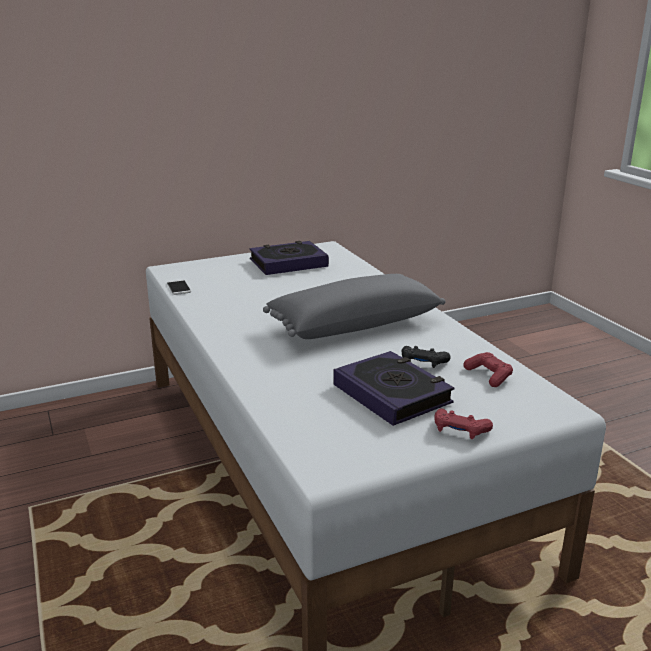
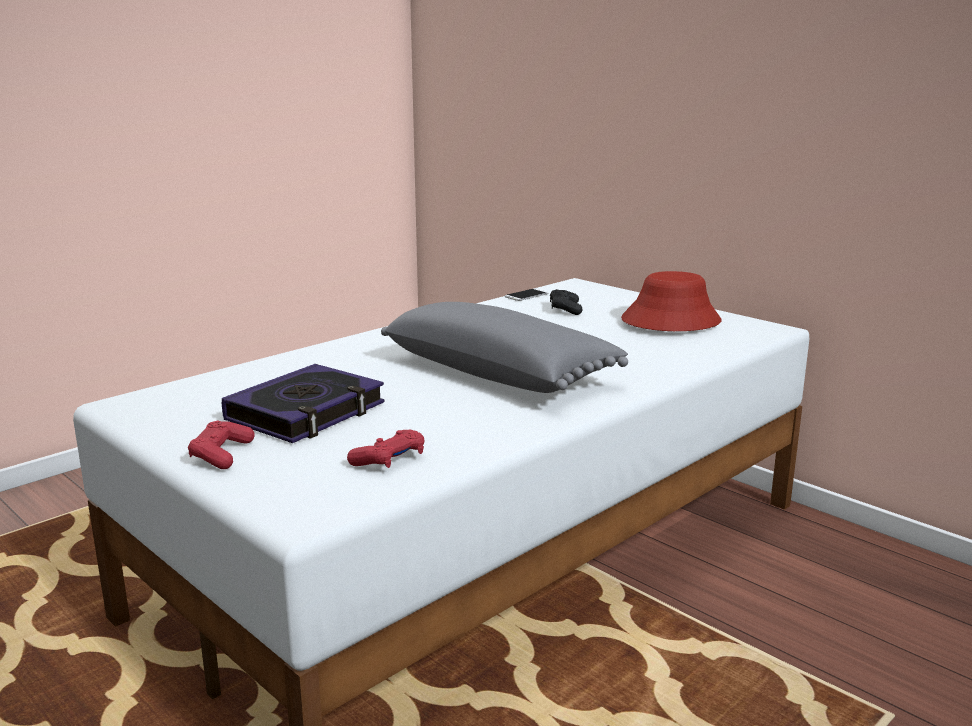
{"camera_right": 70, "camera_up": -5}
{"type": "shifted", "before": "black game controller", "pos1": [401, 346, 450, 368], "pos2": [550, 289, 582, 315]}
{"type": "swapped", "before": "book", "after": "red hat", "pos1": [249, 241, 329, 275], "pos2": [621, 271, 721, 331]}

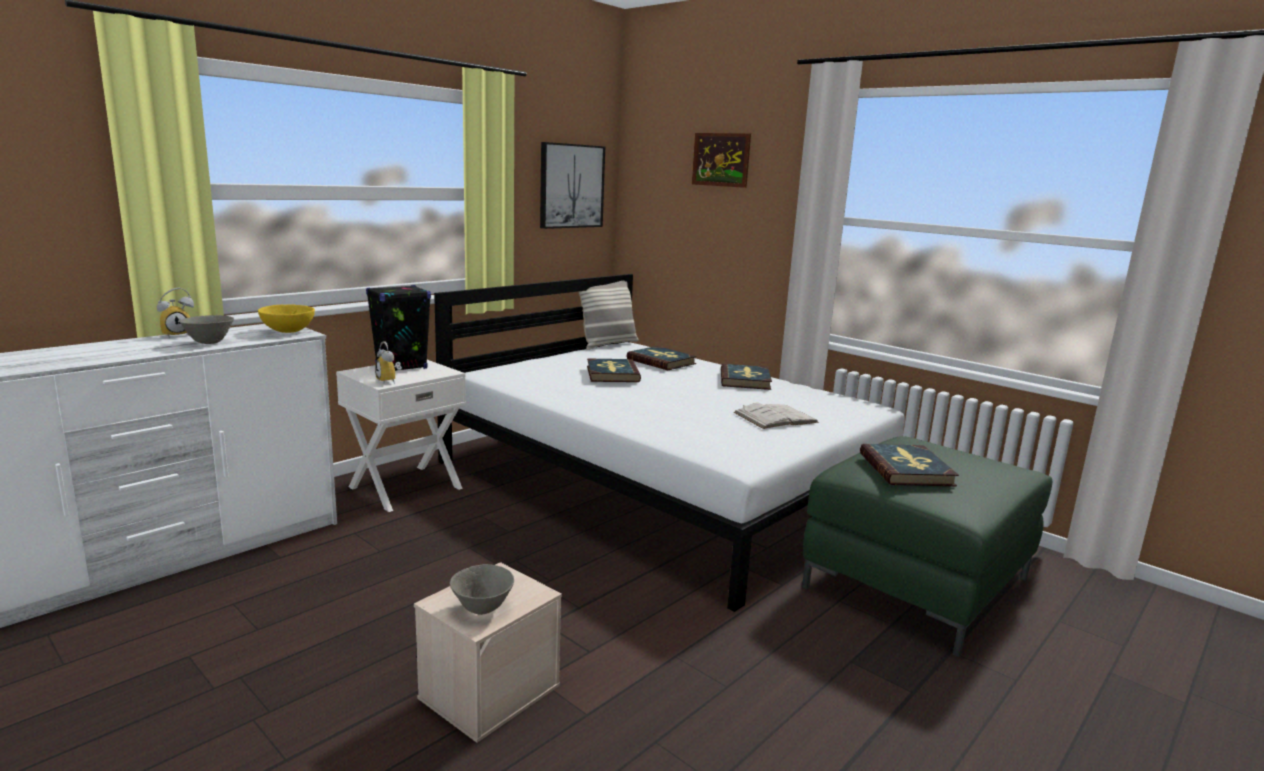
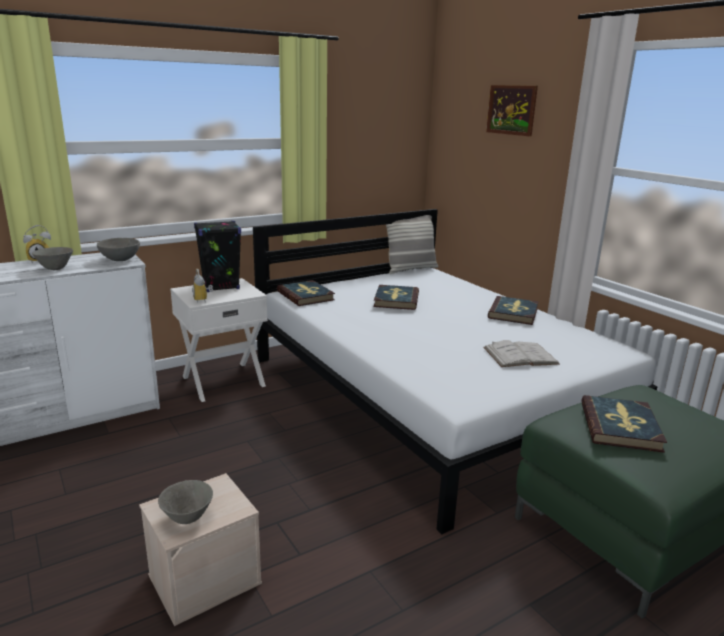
{"camera_right": 15, "camera_up": 5}
{"type": "gone", "before": "picture", "pos1": [540, 142, 605, 229]}
{"type": "shifted", "before": "book", "pos1": [627, 346, 697, 370], "pos2": [277, 280, 335, 306]}
{"type": "repainted", "before": "yellow bowl", "after": "grey bowl", "pos1": [258, 305, 315, 333], "pos2": [97, 238, 140, 261]}

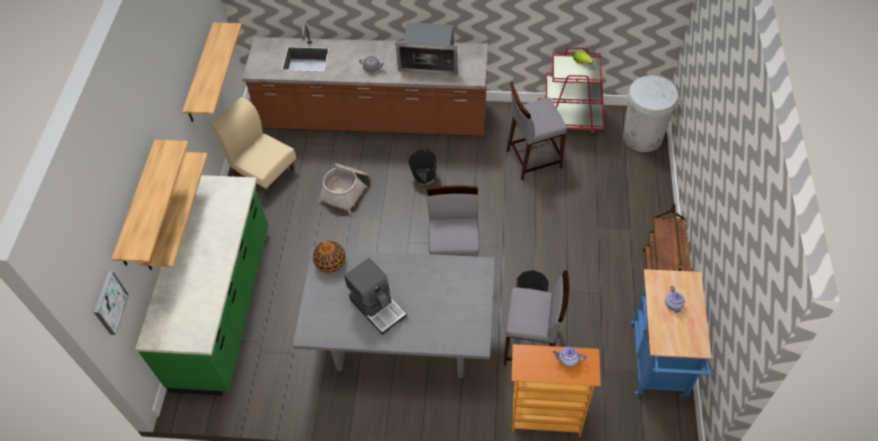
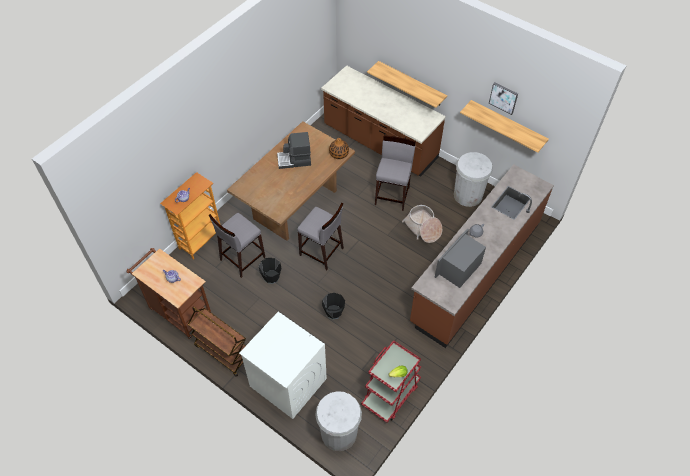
{"camera_right": 120, "camera_up": 0}
{"type": "gone", "before": "shelf", "pos1": [112, 140, 188, 266]}
{"type": "new", "after": "white washing machine", "pos2": [239, 312, 327, 419]}
{"type": "shifted", "before": "picture", "pos1": [94, 271, 129, 335], "pos2": [489, 82, 518, 115]}
{"type": "shifted", "before": "black bucket", "pos1": [408, 149, 438, 185], "pos2": [322, 293, 345, 319]}
{"type": "shifted", "before": "grey stool", "pos1": [507, 82, 567, 180], "pos2": [375, 135, 416, 211]}
{"type": "swapped", "before": "beige chair", "after": "white trash can", "pos1": [212, 97, 296, 196], "pos2": [454, 152, 493, 207]}
{"type": "repainted", "before": "green counter", "after": "brown counter", "pos1": [135, 175, 268, 396], "pos2": [321, 65, 446, 177]}
{"type": "repainted", "before": "grey dining table", "after": "brown dining table", "pos1": [293, 249, 495, 378], "pos2": [227, 121, 355, 241]}
{"type": "repainted", "before": "blue cart", "after": "brown cart", "pos1": [630, 269, 712, 400], "pos2": [127, 248, 211, 339]}

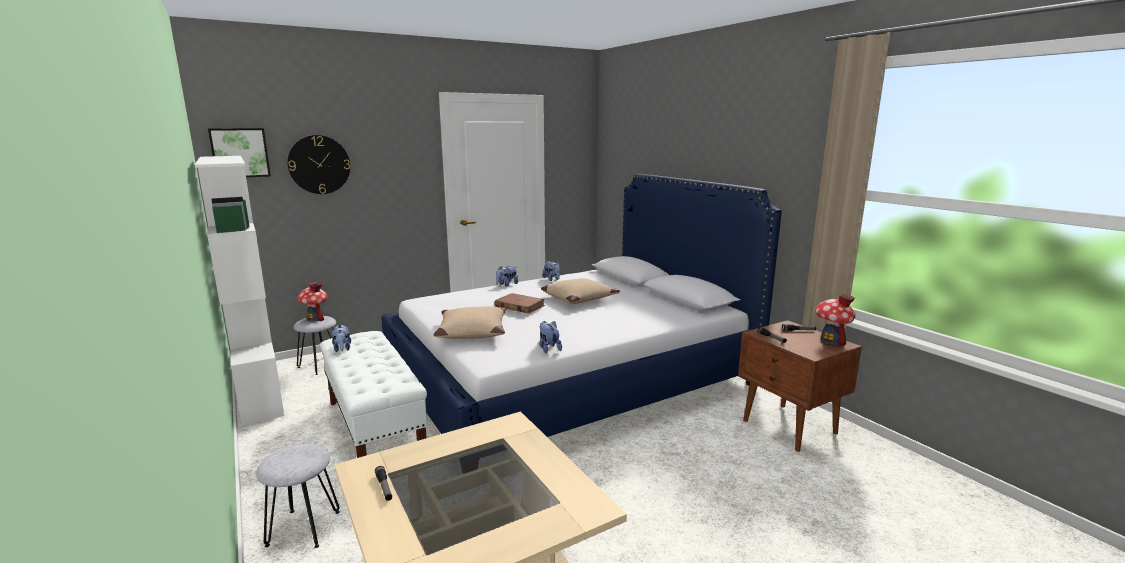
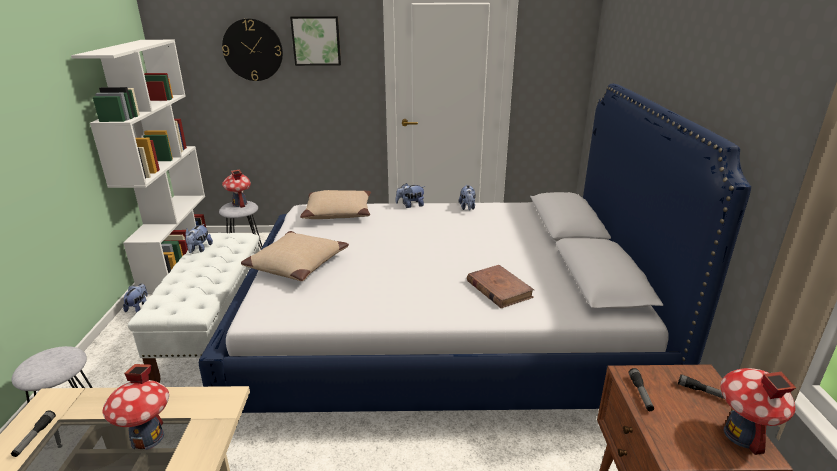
{"camera_right": 30, "camera_up": 10}
{"type": "new", "after": "toy house", "pos2": [102, 364, 169, 450]}
{"type": "shifted", "before": "picture", "pos1": [208, 128, 271, 178], "pos2": [290, 16, 341, 66]}
{"type": "shifted", "before": "brown book", "pos1": [494, 293, 545, 314], "pos2": [467, 265, 534, 308]}
{"type": "shifted", "before": "plush toy", "pos1": [539, 321, 562, 353], "pos2": [123, 283, 148, 313]}
{"type": "shifted", "before": "beige pillow", "pos1": [541, 278, 620, 304], "pos2": [300, 190, 371, 219]}

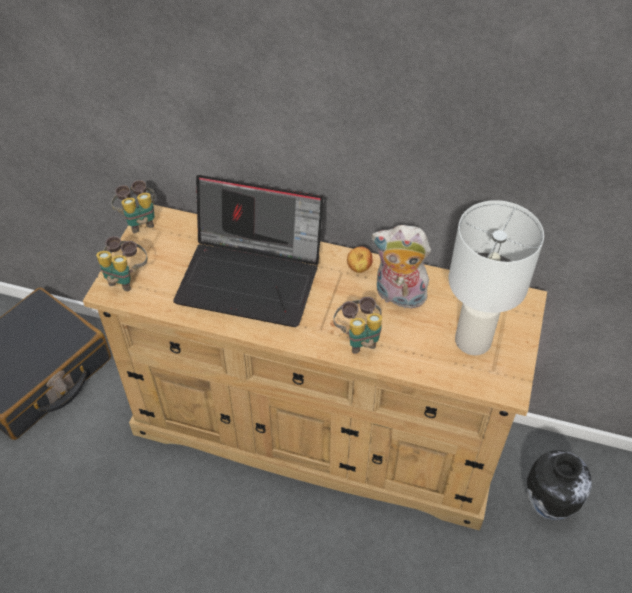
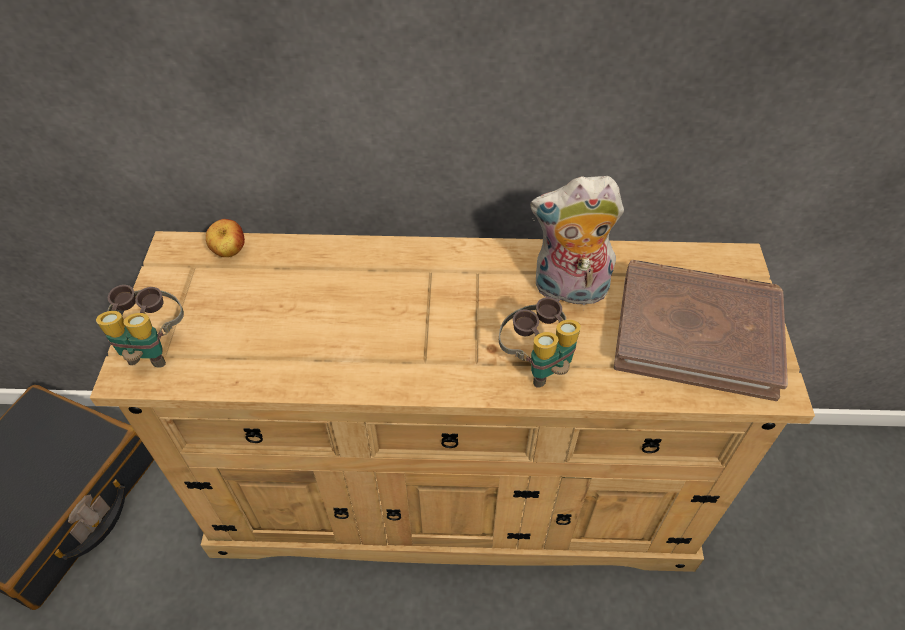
{"camera_right": -15, "camera_up": 0}
{"type": "gone", "before": "binoculars", "pos1": [111, 180, 155, 233]}
{"type": "gone", "before": "laptop", "pos1": [173, 175, 323, 327]}
{"type": "gone", "before": "vase", "pos1": [527, 450, 592, 520]}
{"type": "shifted", "before": "apple", "pos1": [347, 246, 373, 273], "pos2": [206, 219, 245, 257]}
{"type": "swapped", "before": "white table lamp", "after": "brown book", "pos1": [449, 200, 544, 355], "pos2": [614, 260, 788, 401]}

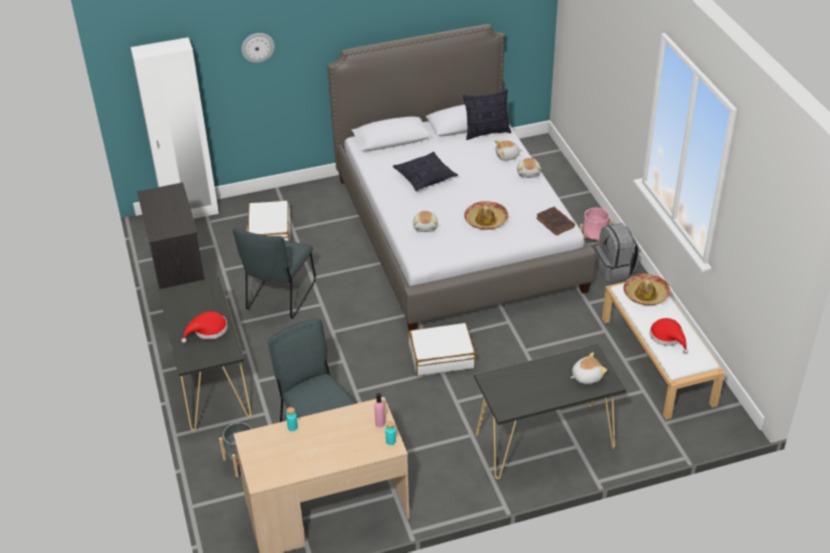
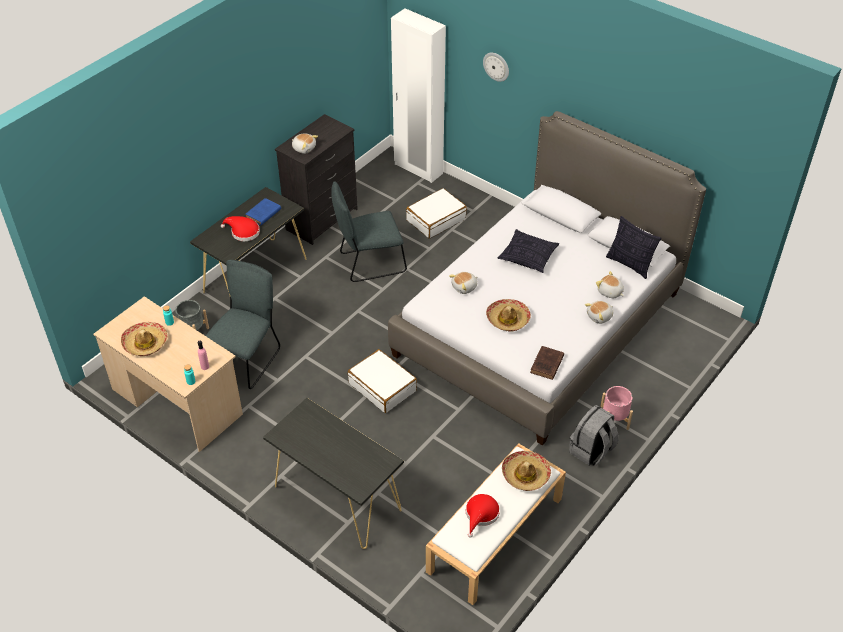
{"camera_right": 55, "camera_up": 5}
{"type": "new", "after": "hat", "pos2": [121, 322, 167, 356]}
{"type": "new", "after": "blue book", "pos2": [245, 198, 281, 225]}
{"type": "shifted", "before": "plush toy", "pos1": [571, 352, 607, 384], "pos2": [292, 133, 318, 154]}

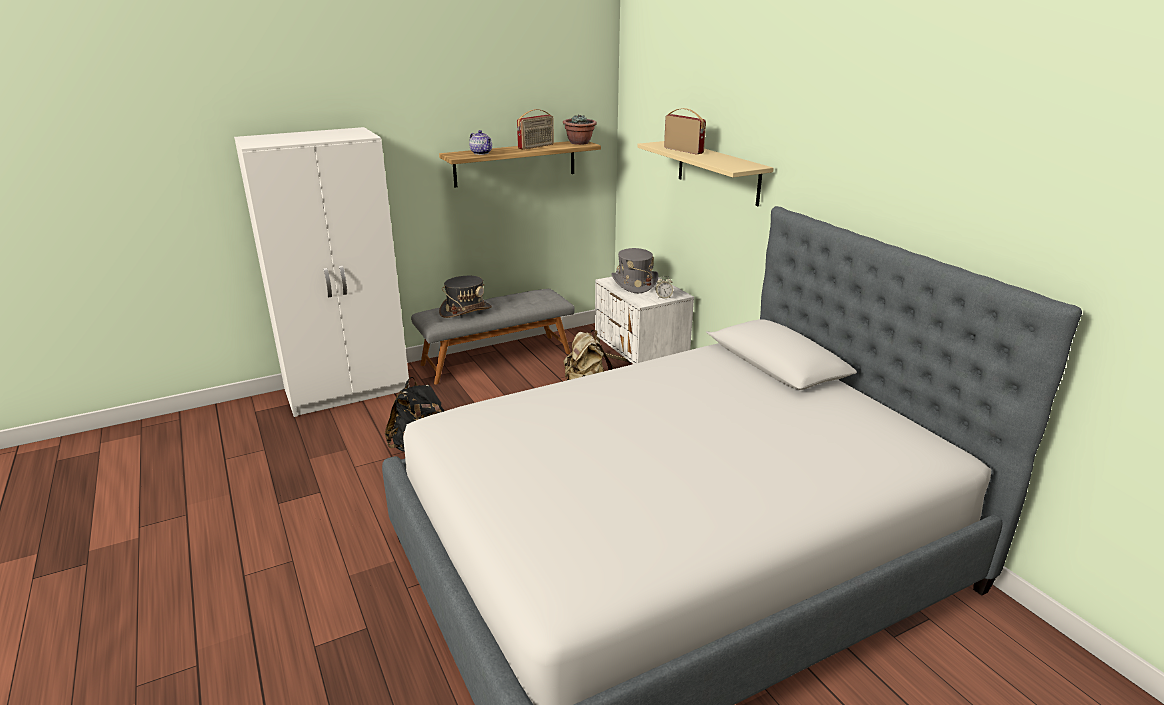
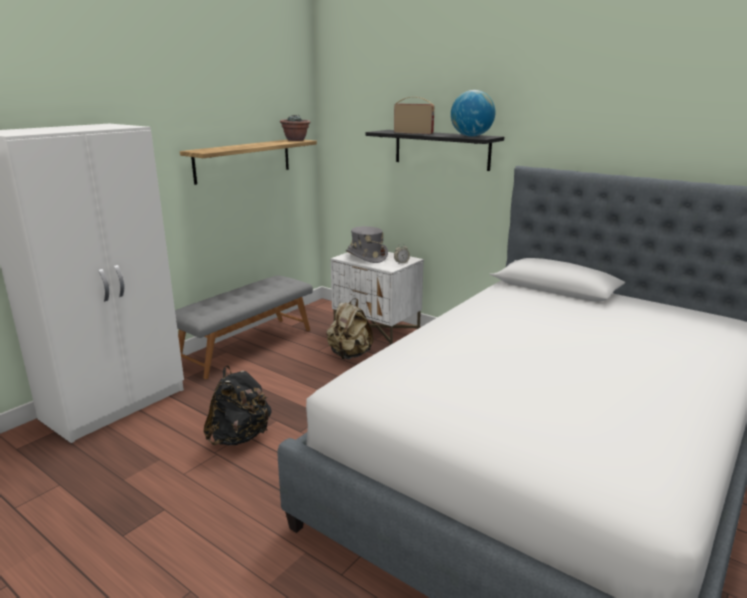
{"camera_right": -25, "camera_up": -5}
{"type": "gone", "before": "grey hat", "pos1": [439, 276, 492, 318]}
{"type": "gone", "before": "teapot", "pos1": [469, 130, 492, 155]}
{"type": "gone", "before": "radio", "pos1": [517, 109, 554, 150]}
{"type": "new", "after": "globe", "pos2": [451, 90, 496, 137]}
{"type": "repainted", "before": "beige shelf", "after": "black shelf", "pos1": [637, 141, 774, 206], "pos2": [366, 130, 504, 171]}

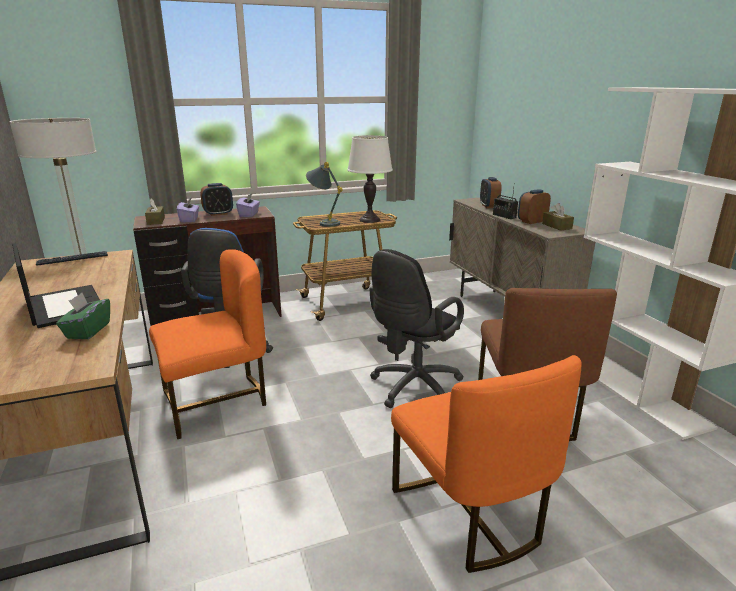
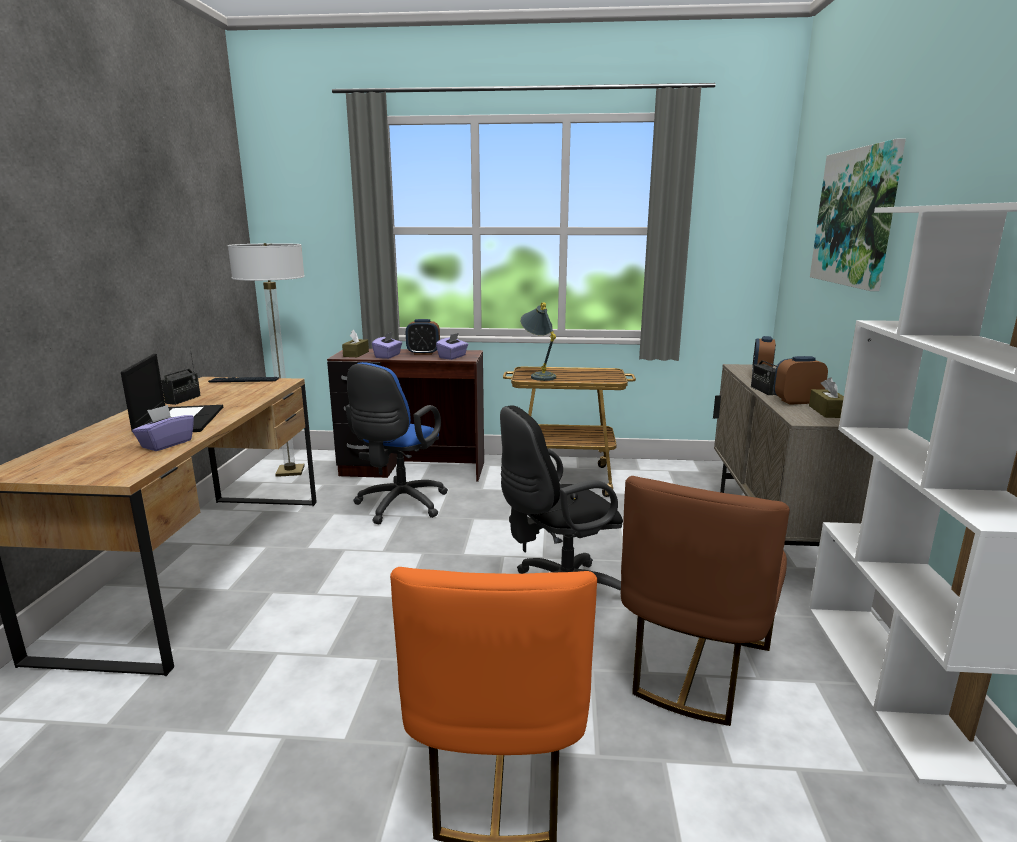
{"camera_right": 25, "camera_up": -5}
{"type": "gone", "before": "orange chair", "pos1": [149, 249, 266, 439]}
{"type": "gone", "before": "white table lamp", "pos1": [347, 135, 393, 223]}
{"type": "new", "after": "radio", "pos2": [161, 347, 201, 405]}
{"type": "new", "after": "picture", "pos2": [810, 139, 906, 291]}
{"type": "repainted", "before": "green tissue box", "after": "purple tissue box", "pos1": [56, 293, 110, 339], "pos2": [132, 405, 194, 451]}

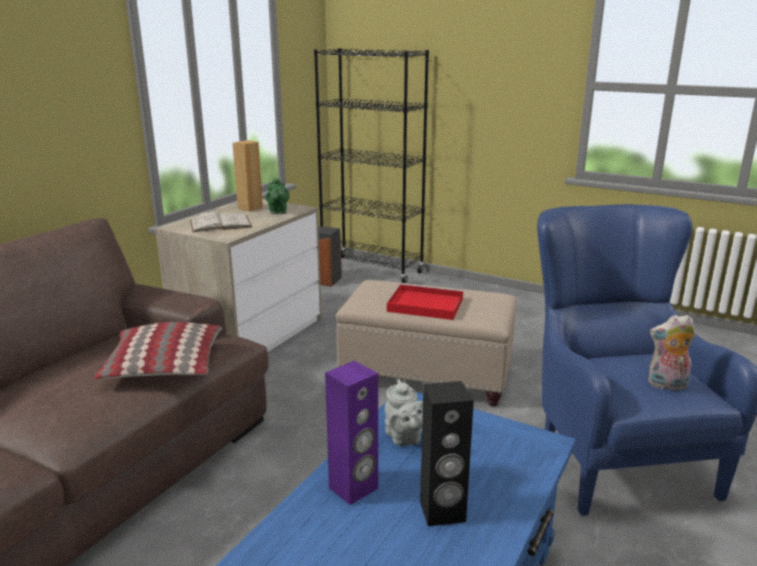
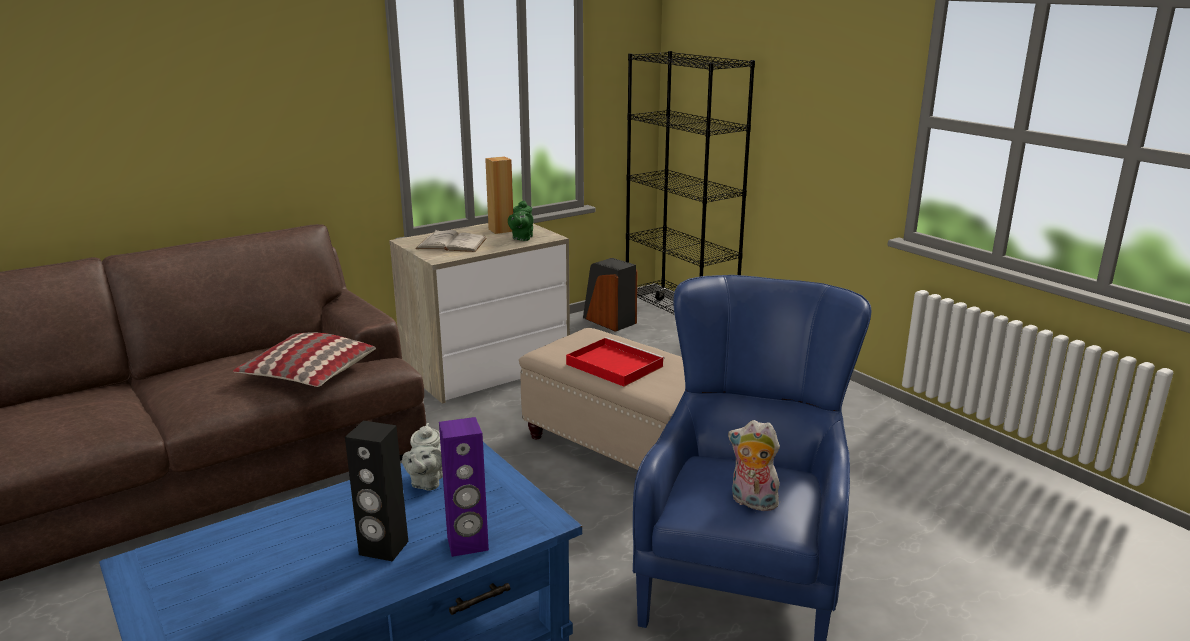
{"camera_right": 25, "camera_up": 0}
{"type": "shifted", "before": "purple speaker", "pos1": [325, 361, 378, 505], "pos2": [439, 417, 489, 557]}

